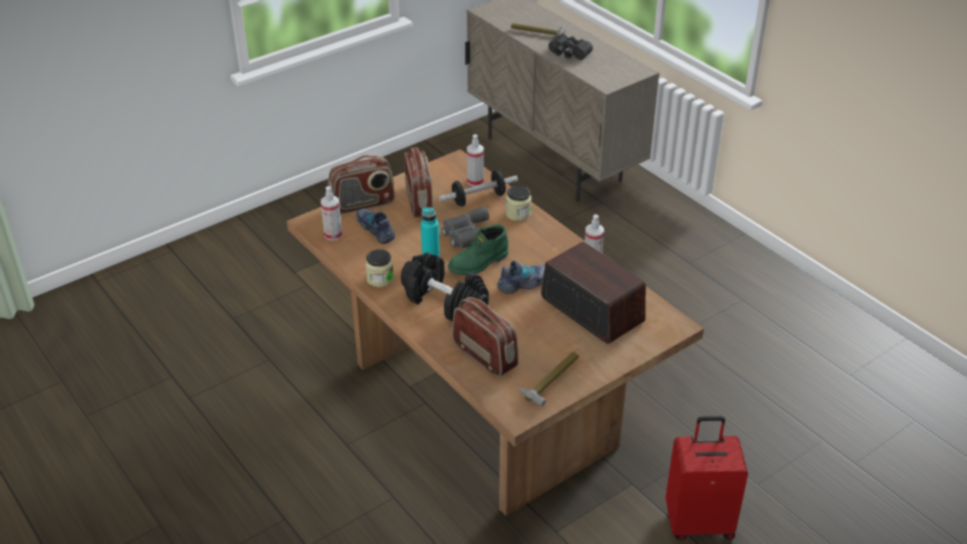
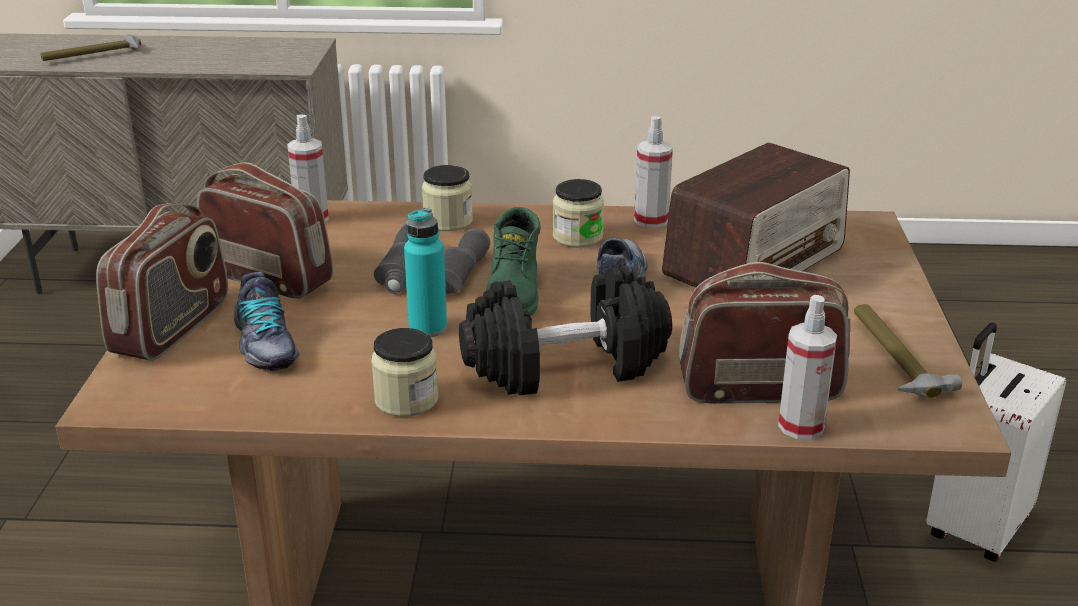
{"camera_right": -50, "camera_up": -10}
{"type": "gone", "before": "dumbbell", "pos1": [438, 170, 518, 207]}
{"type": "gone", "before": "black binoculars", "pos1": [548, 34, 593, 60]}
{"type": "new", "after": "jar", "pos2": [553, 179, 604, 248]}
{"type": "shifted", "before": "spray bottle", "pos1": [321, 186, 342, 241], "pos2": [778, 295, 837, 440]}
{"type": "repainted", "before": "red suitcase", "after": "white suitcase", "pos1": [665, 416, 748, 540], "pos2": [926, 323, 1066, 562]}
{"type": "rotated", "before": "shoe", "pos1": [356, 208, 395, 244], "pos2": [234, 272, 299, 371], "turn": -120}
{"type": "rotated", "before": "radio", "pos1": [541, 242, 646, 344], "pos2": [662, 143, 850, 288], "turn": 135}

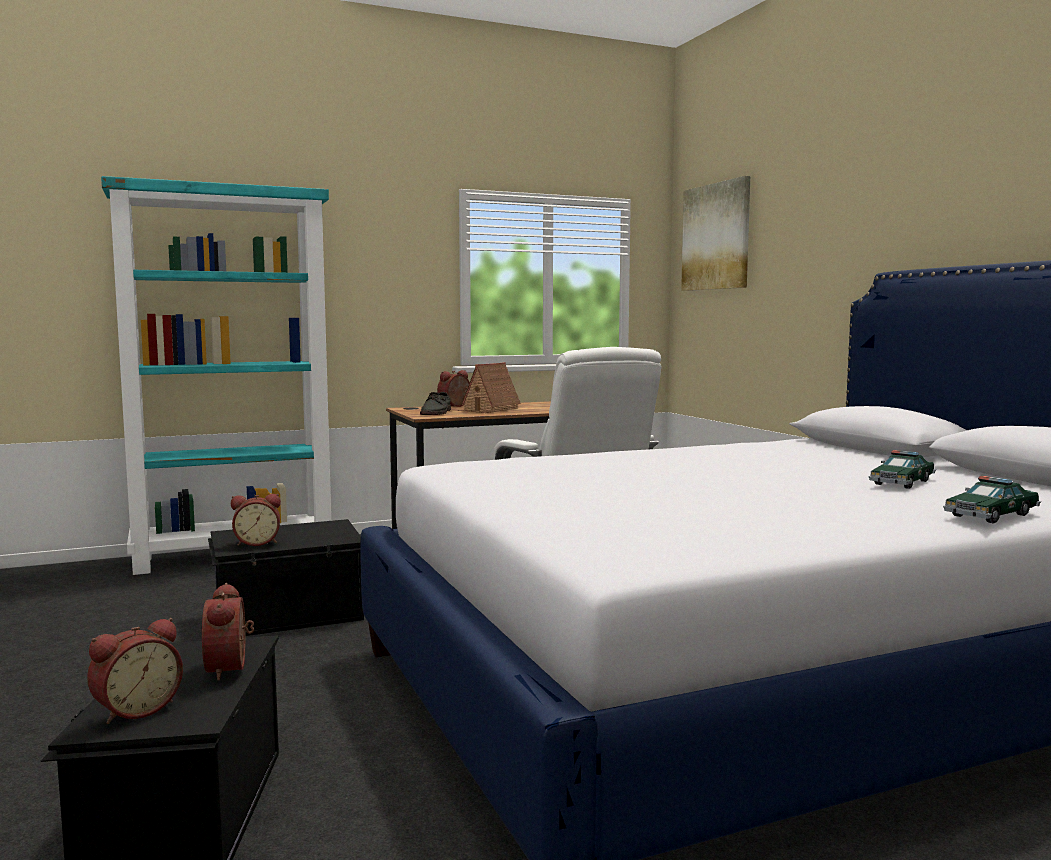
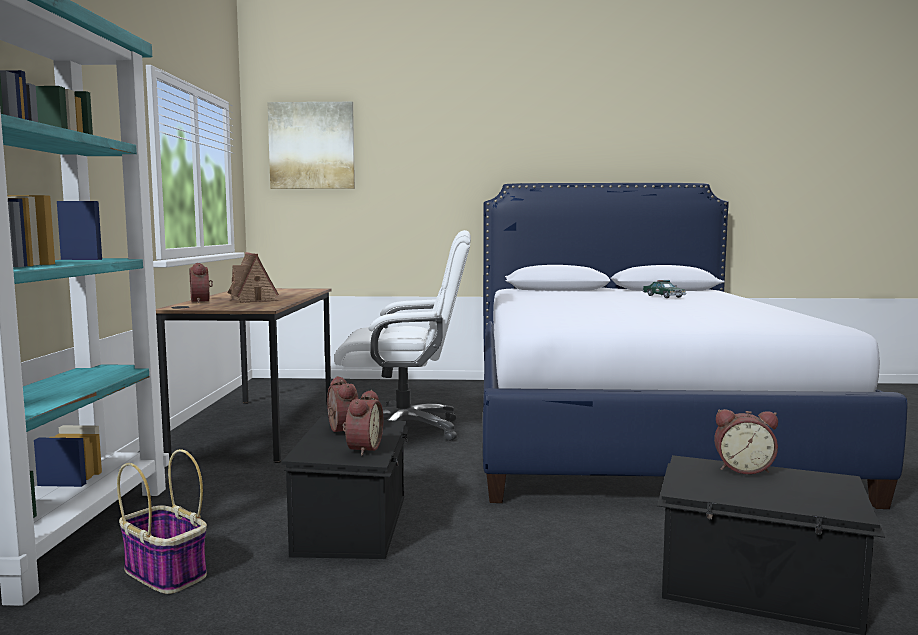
{"camera_right": -65, "camera_up": 0}
{"type": "gone", "before": "grey shoe", "pos1": [420, 392, 451, 415]}
{"type": "gone", "before": "toy car", "pos1": [943, 476, 1041, 523]}
{"type": "new", "after": "basket", "pos2": [117, 449, 207, 594]}
{"type": "shifted", "before": "alarm clock", "pos1": [87, 618, 183, 724], "pos2": [327, 376, 359, 432]}

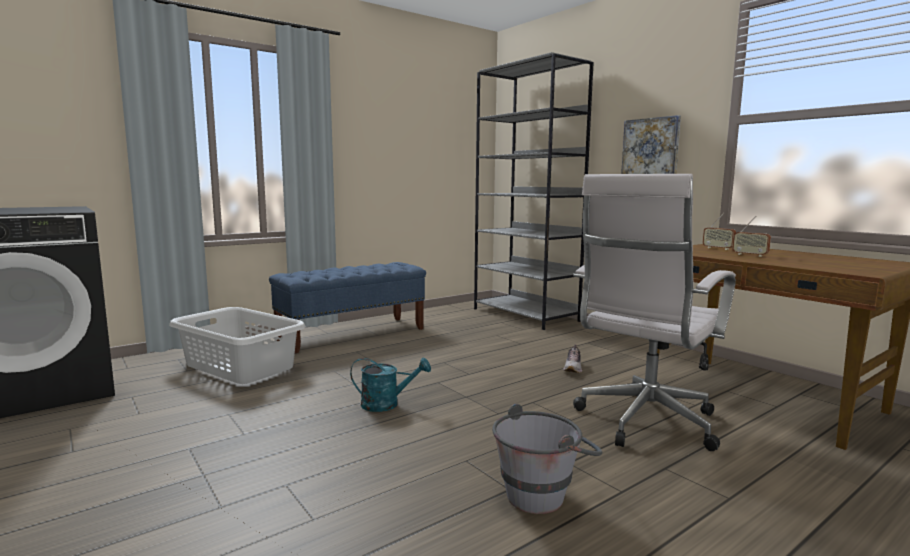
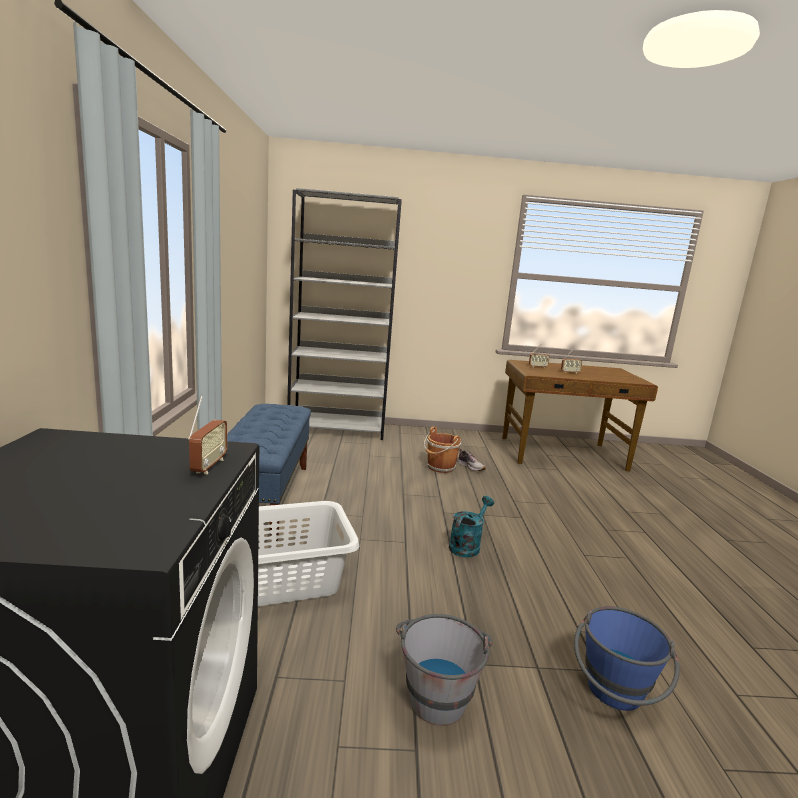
{"camera_right": -55, "camera_up": 5}
{"type": "gone", "before": "white office chair", "pos1": [573, 174, 736, 451]}
{"type": "gone", "before": "picture", "pos1": [621, 115, 681, 174]}
{"type": "new", "after": "radio", "pos2": [188, 396, 227, 474]}
{"type": "new", "after": "brown bucket", "pos2": [424, 426, 461, 473]}
{"type": "new", "after": "blue bucket", "pos2": [574, 606, 680, 711]}
{"type": "shifted", "before": "grey bucket", "pos1": [492, 404, 602, 514], "pos2": [396, 614, 493, 726]}

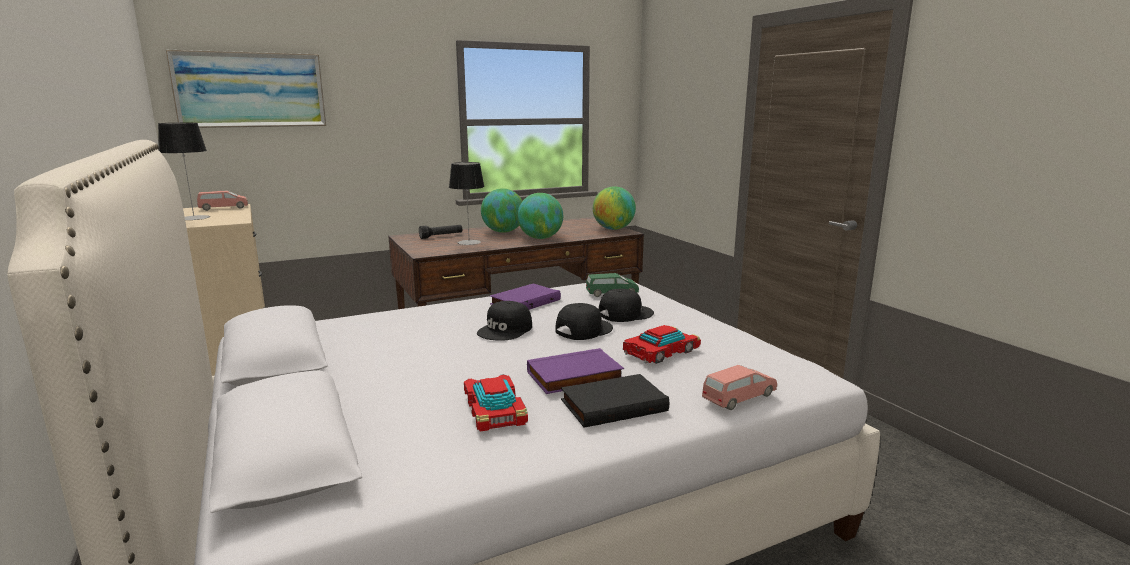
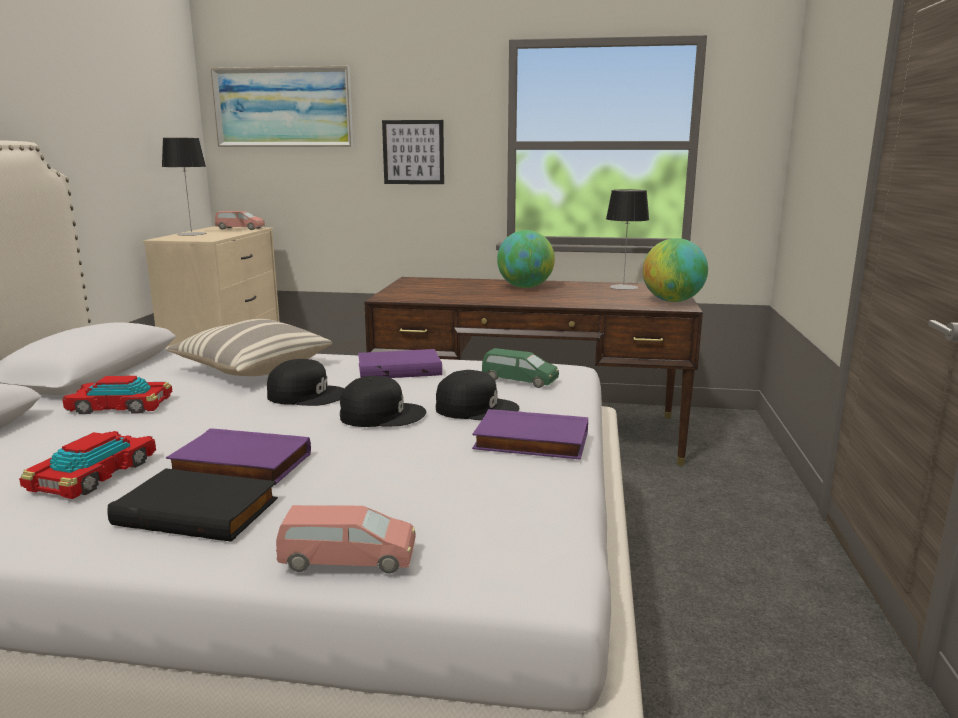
{"camera_right": 35, "camera_up": 0}
{"type": "gone", "before": "black flashlight", "pos1": [419, 225, 462, 239]}
{"type": "gone", "before": "globe", "pos1": [517, 193, 563, 239]}
{"type": "new", "after": "pillow", "pos2": [166, 319, 332, 376]}
{"type": "new", "after": "picture", "pos2": [382, 120, 444, 184]}
{"type": "new", "after": "purple book", "pos2": [472, 409, 588, 460]}
{"type": "shifted", "before": "table lamp", "pos1": [449, 162, 484, 245], "pos2": [606, 190, 649, 290]}
{"type": "shifted", "before": "toy car", "pos1": [623, 325, 701, 364], "pos2": [62, 376, 173, 414]}
{"type": "rotated", "before": "black cap", "pos1": [477, 301, 532, 341], "pos2": [267, 359, 344, 406], "turn": -150}

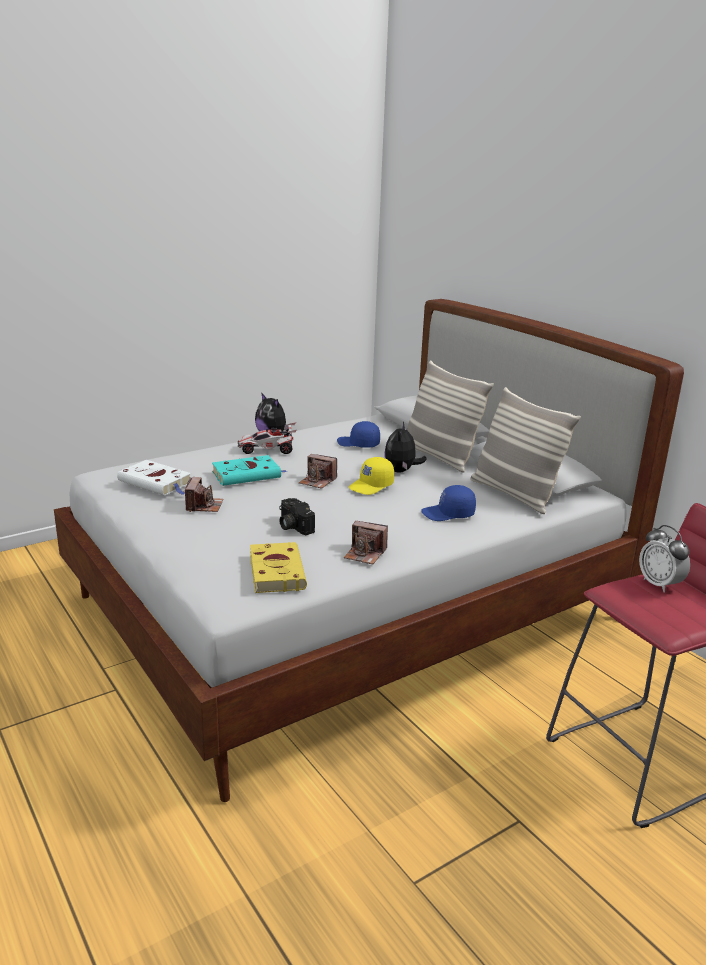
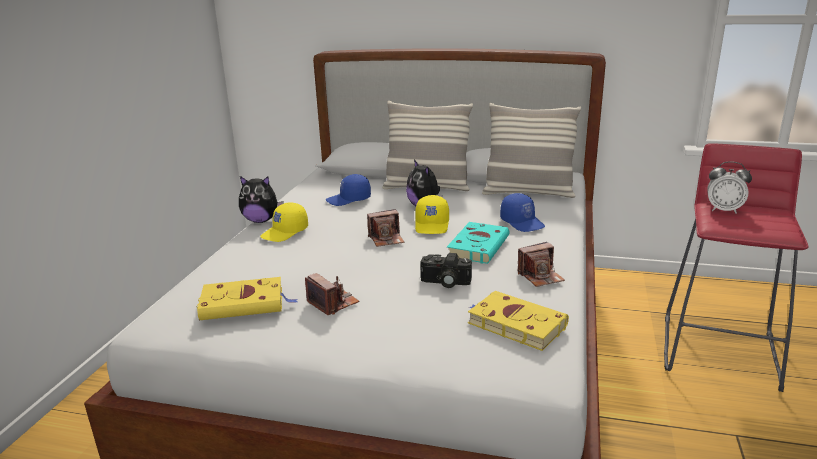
{"camera_right": -40, "camera_up": 0}
{"type": "shifted", "before": "turquoise book", "pos1": [212, 455, 287, 486], "pos2": [447, 222, 509, 264]}
{"type": "swapped", "before": "toy car", "after": "yellow cap", "pos1": [238, 422, 297, 454], "pos2": [260, 202, 308, 242]}
{"type": "repainted", "before": "white book", "after": "yellow book", "pos1": [117, 460, 191, 496], "pos2": [197, 277, 298, 320]}
{"type": "rotated", "before": "blue cap", "pos1": [421, 485, 476, 521], "pos2": [500, 193, 545, 232], "turn": -75}

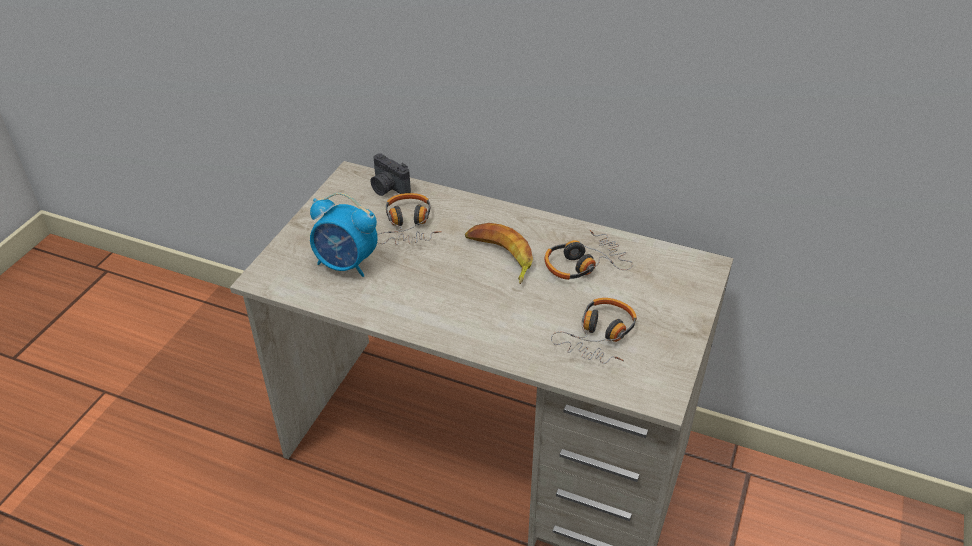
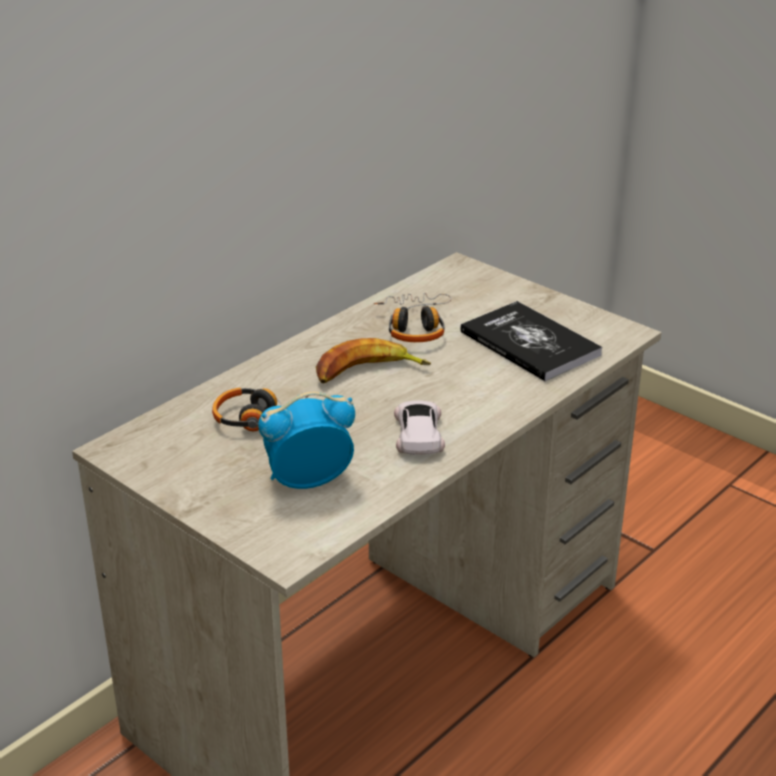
{"camera_right": -70, "camera_up": -10}
{"type": "gone", "before": "photo camera", "pos1": [371, 153, 411, 196]}
{"type": "new", "after": "white toy car", "pos2": [394, 400, 445, 455]}
{"type": "swapped", "before": "headphones", "after": "book", "pos1": [551, 298, 637, 364], "pos2": [460, 301, 602, 381]}
{"type": "rotated", "before": "alarm clock", "pos1": [310, 193, 378, 277], "pos2": [258, 392, 355, 489], "turn": -150}

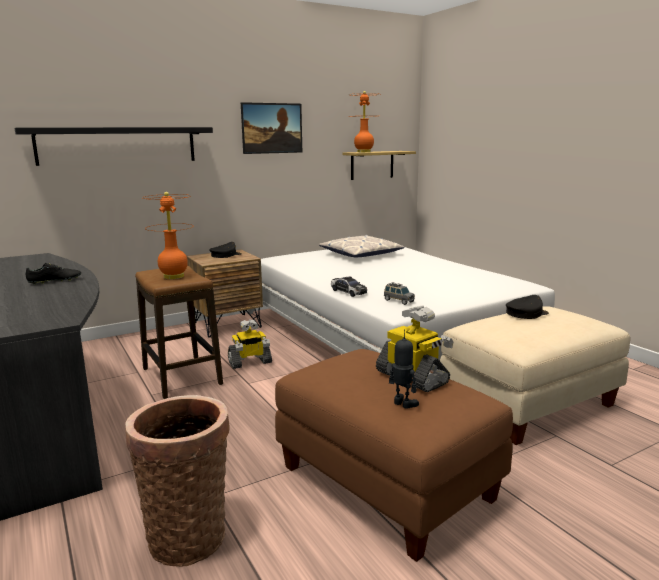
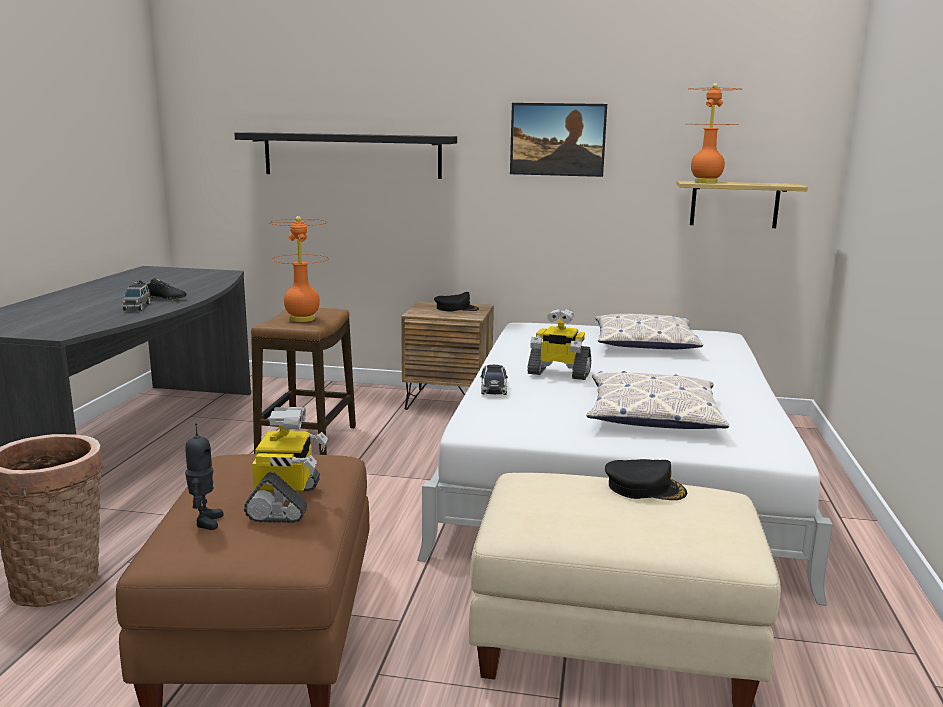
{"camera_right": 40, "camera_up": 0}
{"type": "new", "after": "pillow", "pos2": [586, 371, 729, 429]}
{"type": "shifted", "before": "toy robot", "pos1": [228, 319, 272, 369], "pos2": [527, 309, 591, 380]}
{"type": "shifted", "before": "grey toy car", "pos1": [384, 282, 415, 305], "pos2": [122, 283, 151, 310]}

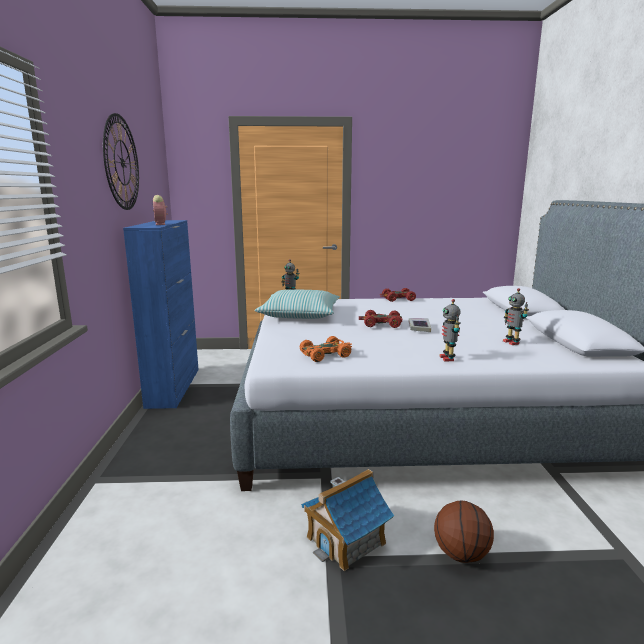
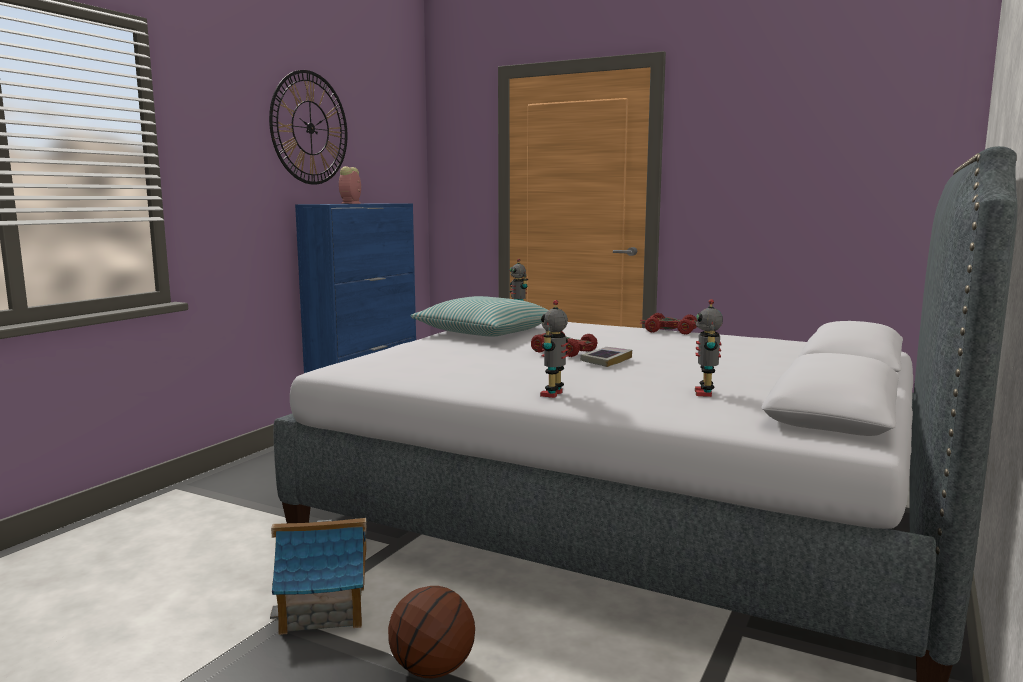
{"camera_right": 30, "camera_up": -5}
{"type": "gone", "before": "orange toy car", "pos1": [300, 336, 352, 362]}

